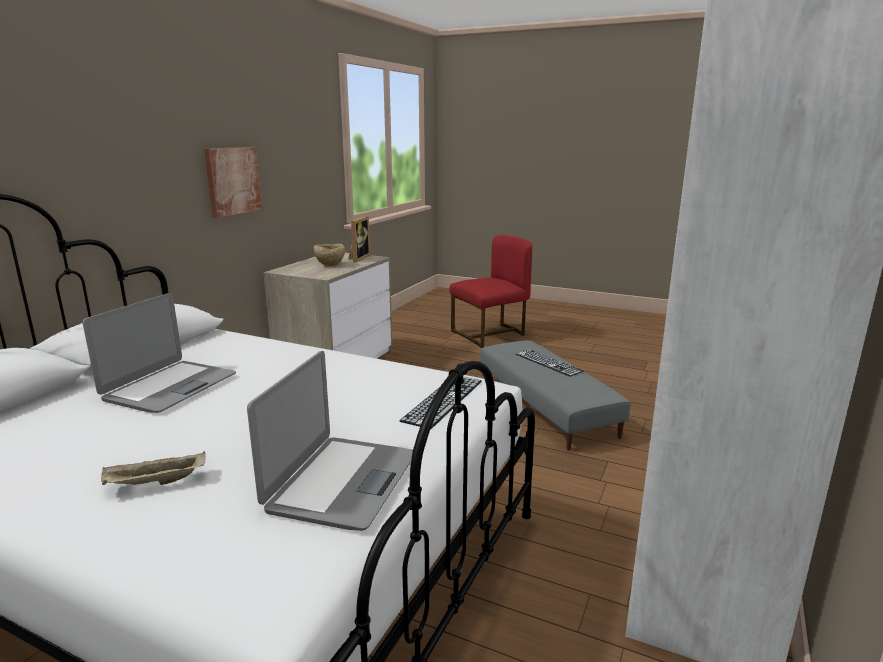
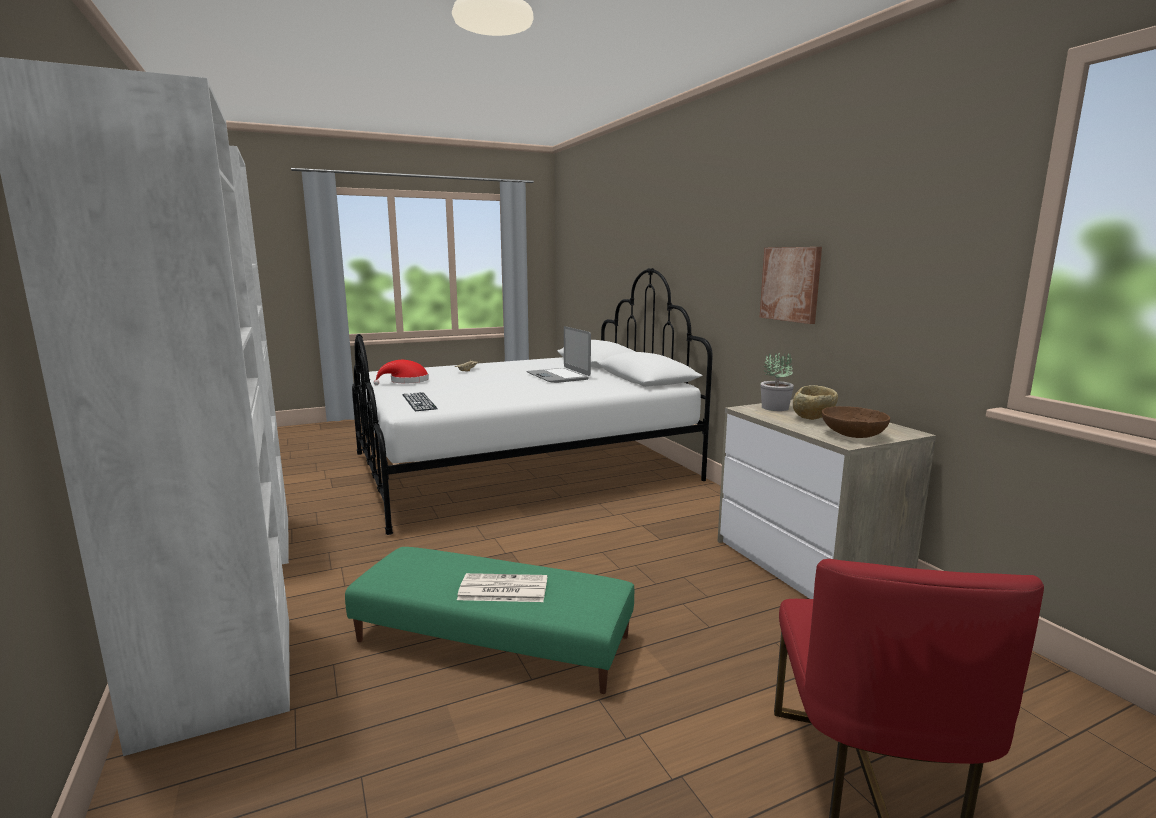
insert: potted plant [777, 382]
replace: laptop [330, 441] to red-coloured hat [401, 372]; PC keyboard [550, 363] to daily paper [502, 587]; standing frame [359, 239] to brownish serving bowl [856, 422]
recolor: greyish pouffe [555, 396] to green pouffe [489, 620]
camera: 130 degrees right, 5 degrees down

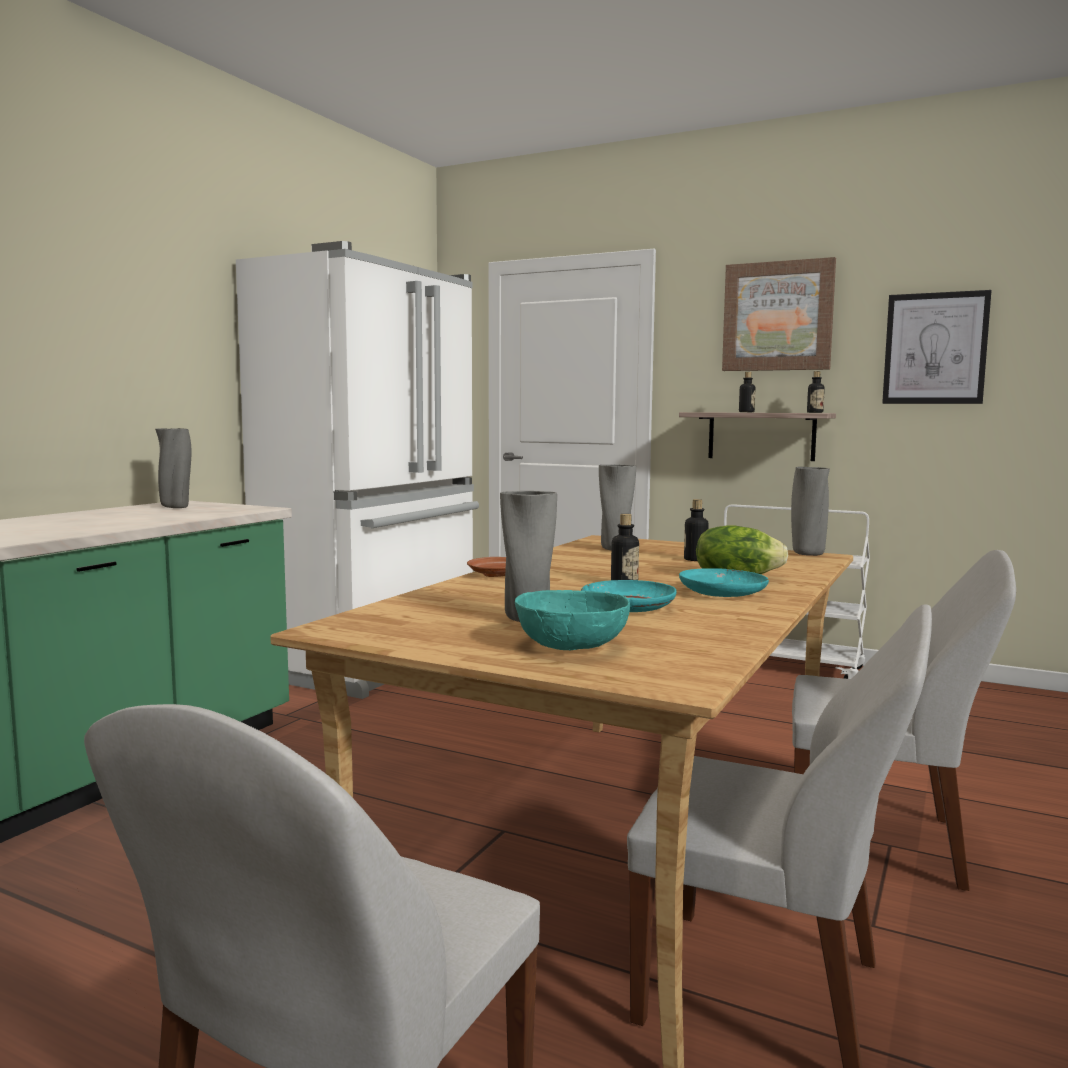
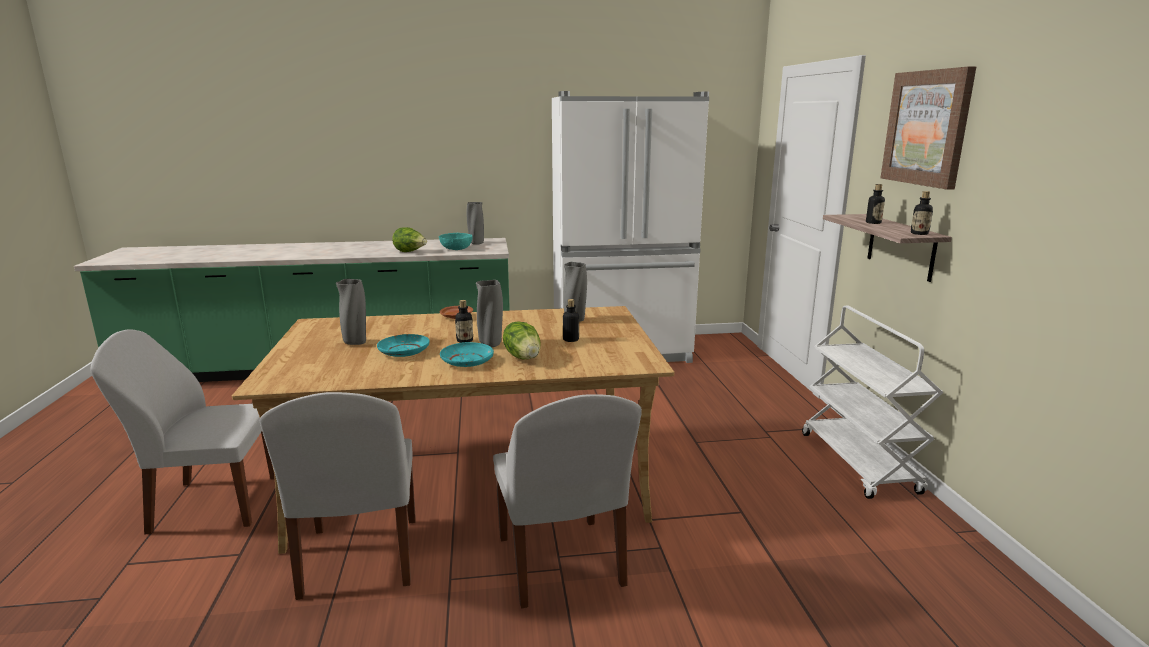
delete: wall picture [936, 347]
insert: lettuce head [409, 239]
move: turquoise-coloured serving bowl [572, 620] to [456, 241]; greyish vase [810, 511] to [489, 313]
camera: 55 degrees right, 10 degrees up

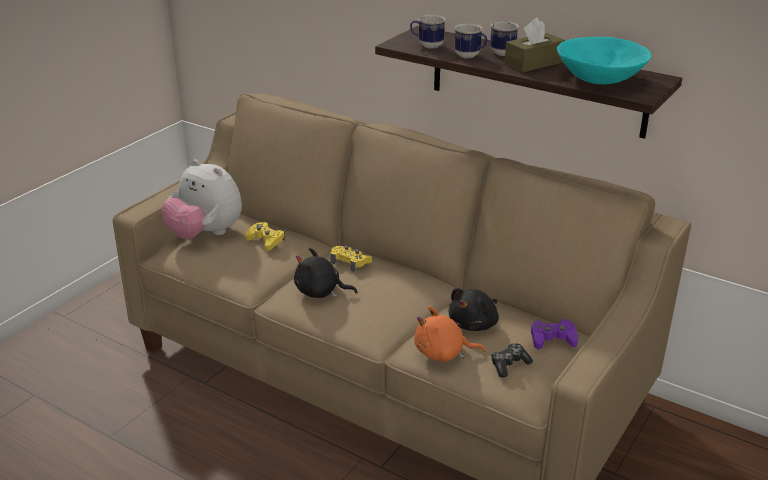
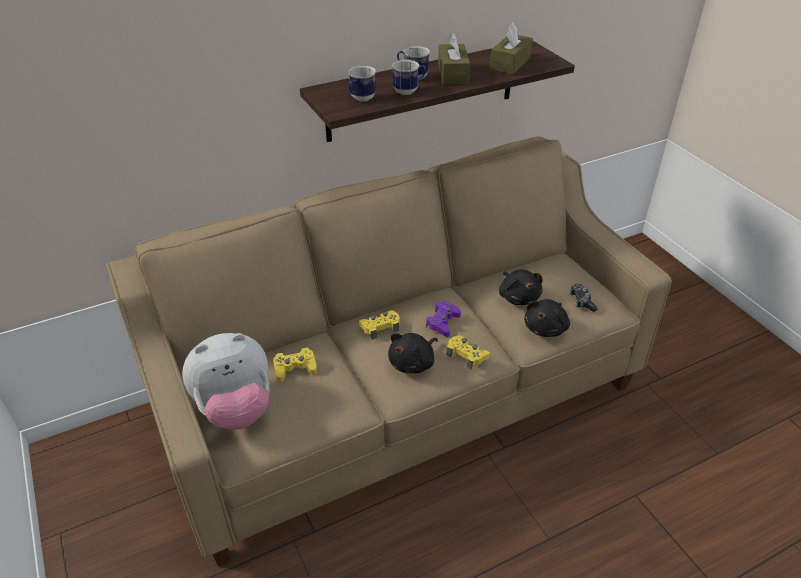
insert: yellowish joypad [468, 352]
move: purple joypad [554, 334] to [443, 319]
replace: turquoise-coloured serving bowl [604, 60] to brownish tissue box [511, 48]
recolor: orange-coloured cuddly toy [449, 333] to blackish cuddly toy [547, 318]
camera: 60 degrees left, 10 degrees up

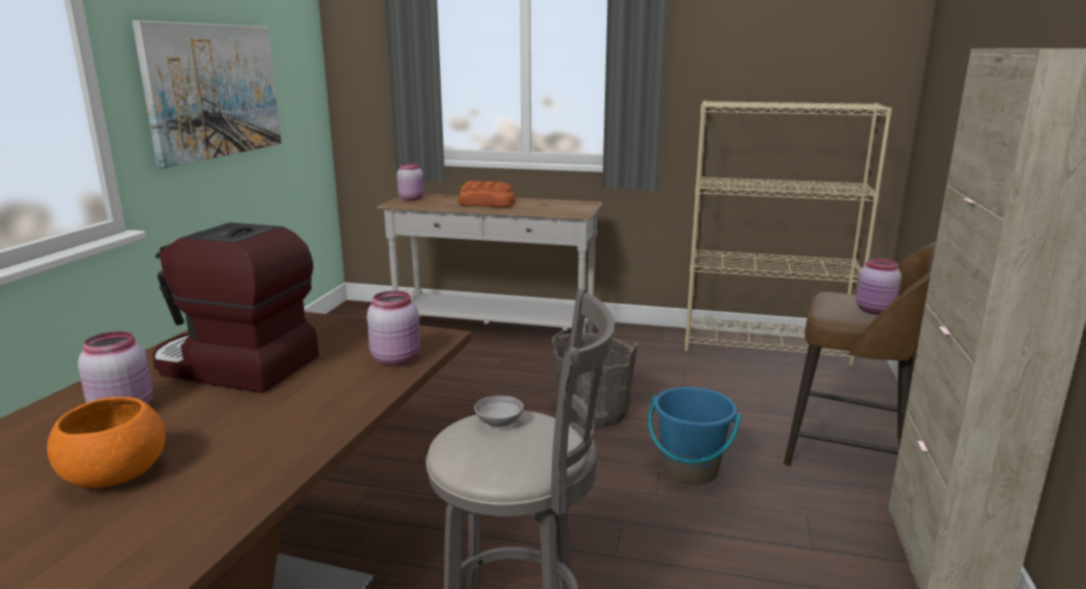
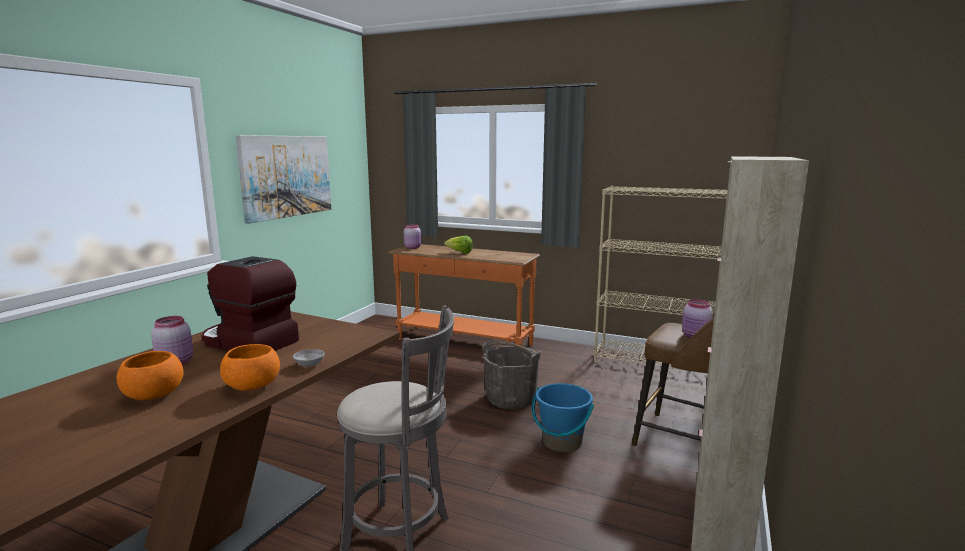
delete: pink-coloured jar [393, 328]
insert: orange-coloured serving bowl [250, 367]
move: greyish serving bowl [499, 411] to [308, 358]
replace: baked bread [487, 194] to lettuce head [458, 244]
recolor: white narrow table [490, 265] to orange-coloured narrow table [464, 295]
camera: 10 degrees right, 5 degrees down

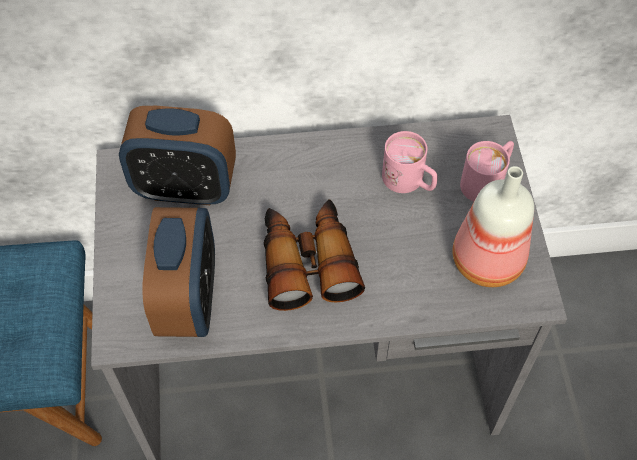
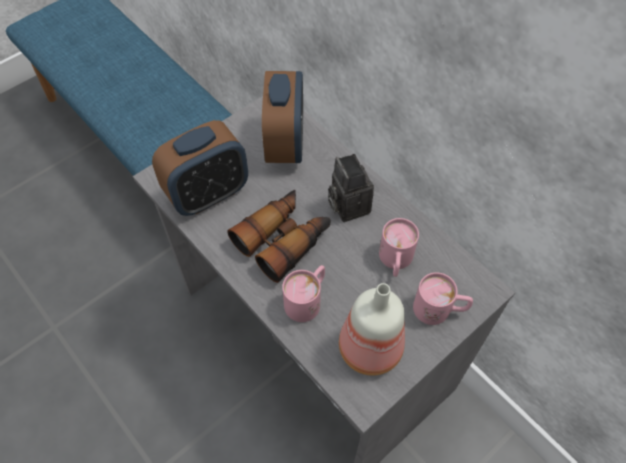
insert: pink-coloured tea mug [303, 293]; photo camera [351, 188]
rotate: bedside clock [177, 155] = [282, 117] 150 degrees counterclockwise
camera: 55 degrees right, 0 degrees up

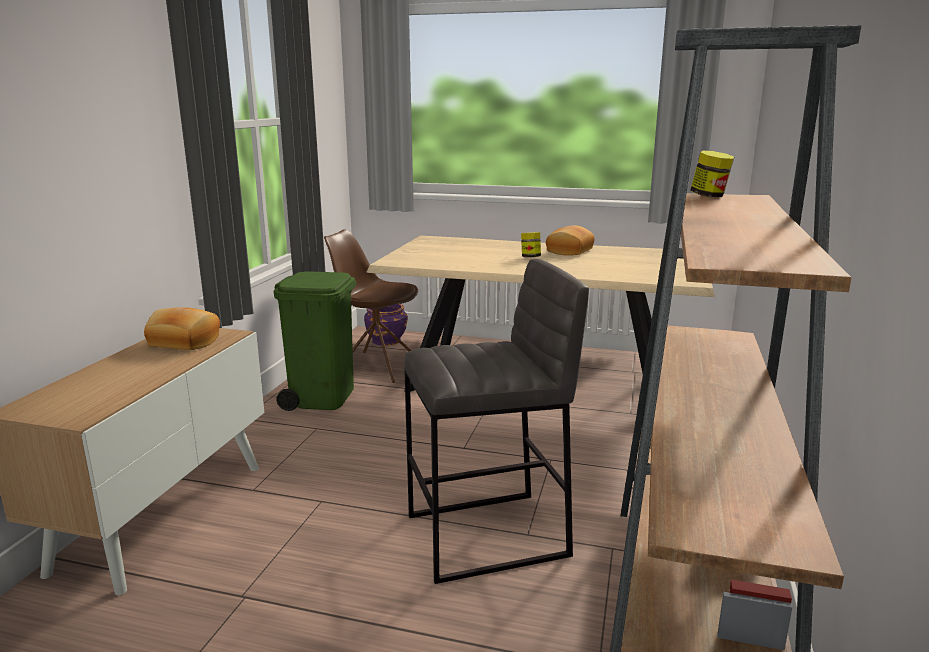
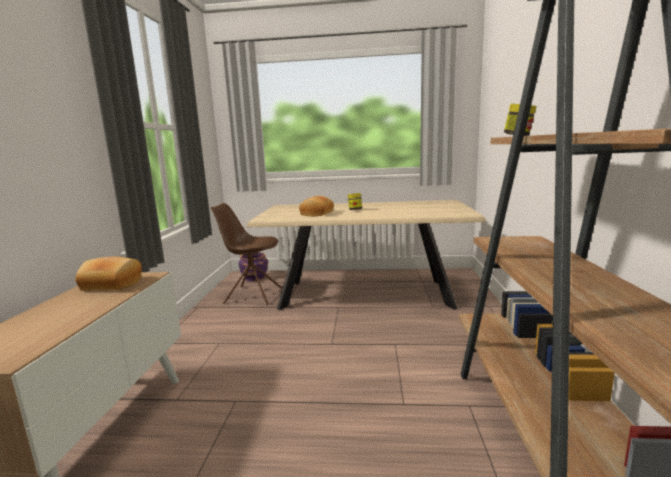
delete: green waste bin [315, 341]; greyish stool seat [496, 421]
move: baked bread [570, 241] to [316, 206]
camera: 10 degrees left, 5 degrees down

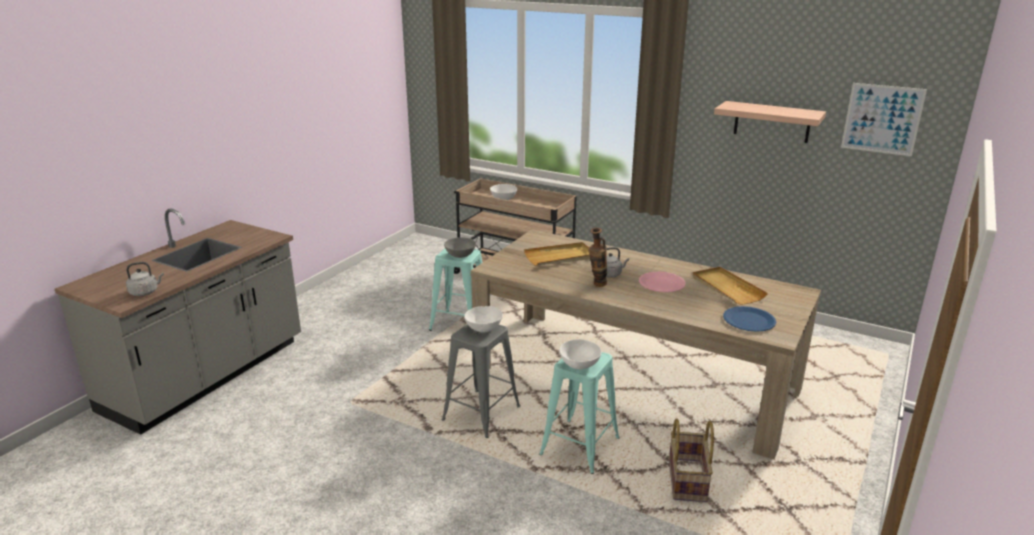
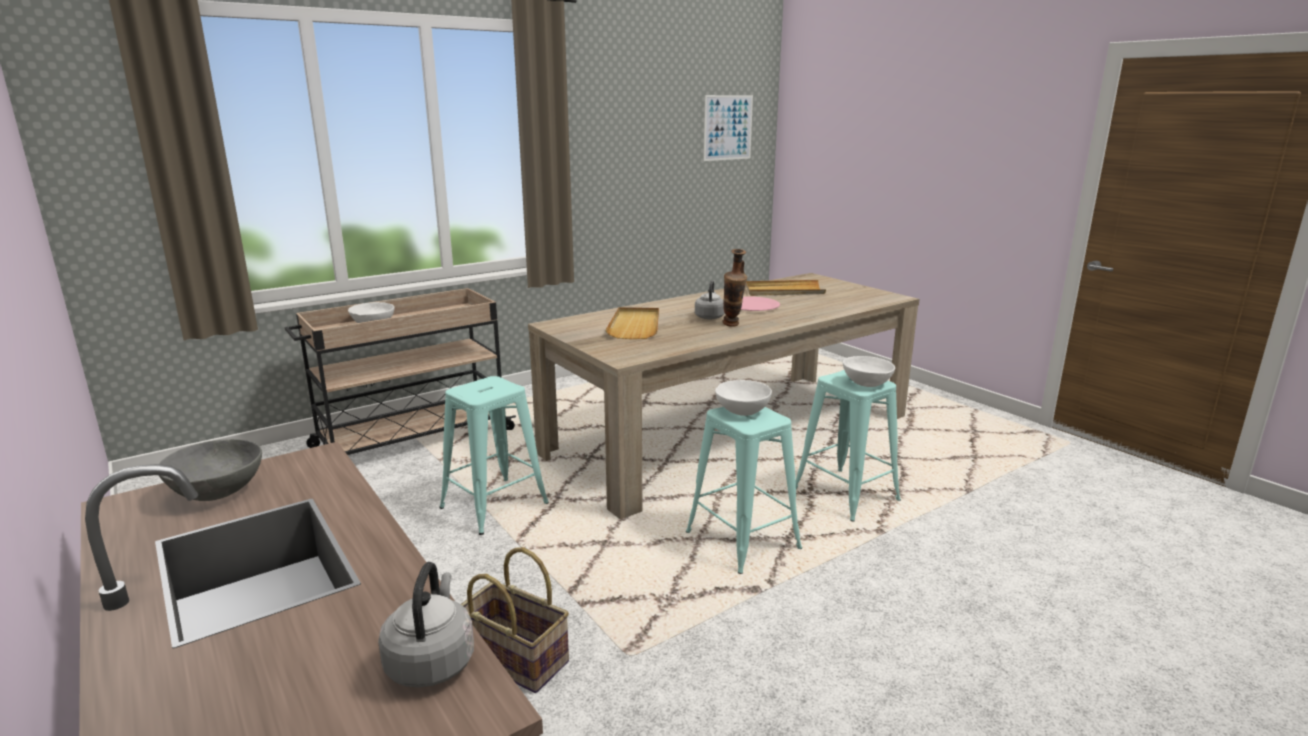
delete: wall shelf [770, 122]; bluish plate [749, 319]
move: greyish serving bowl [460, 247] to [210, 470]; basket [691, 460] to [515, 620]
recolor: greyish stool seat [481, 381] to turquoise-coloured stool seat [744, 490]
camera: 65 degrees left, 5 degrees down

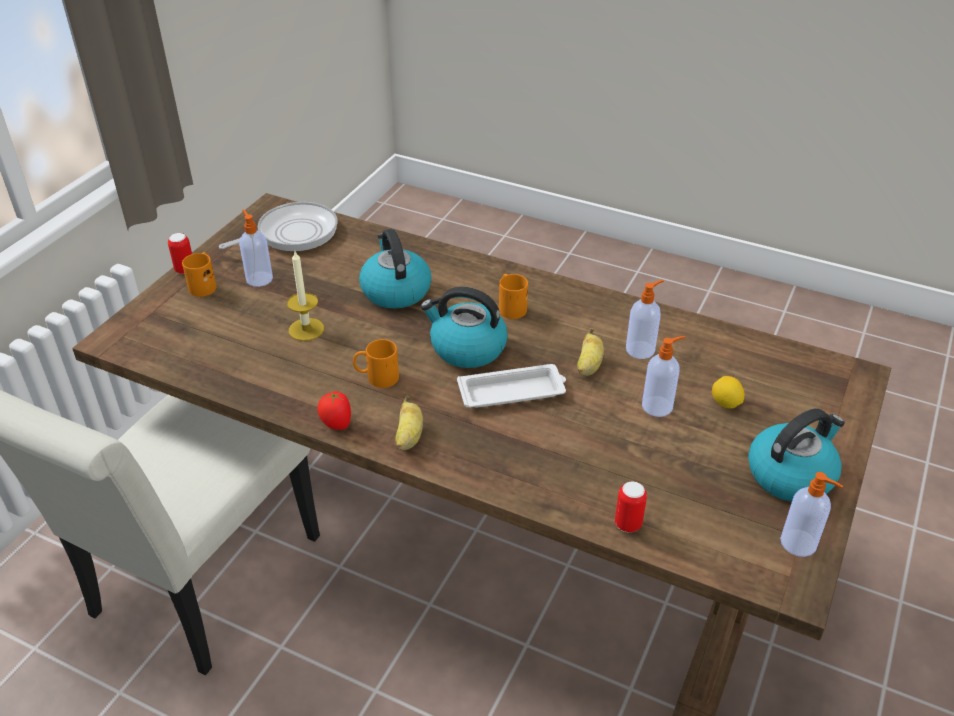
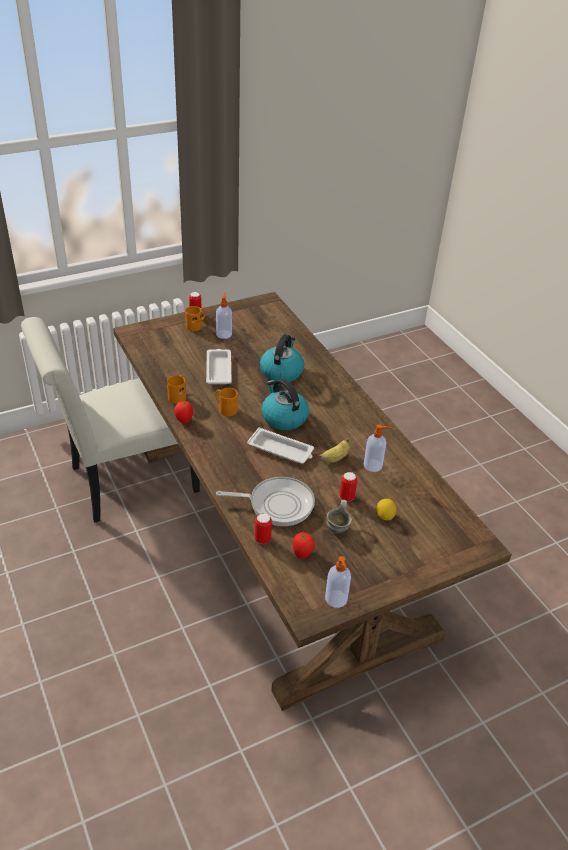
delete: banana fruit [409, 423]; water kettle [796, 455]
insert: tomato [304, 545]; greyish tea mug [339, 517]
move: orange-coloured tea mug [513, 296] to [176, 389]; pan [278, 226] to [265, 501]
replace: candle [305, 296] to white serving tray [219, 366]; liquid soap bottle [663, 376] to metal can [348, 486]
camera: 35 degrees right, 0 degrees up

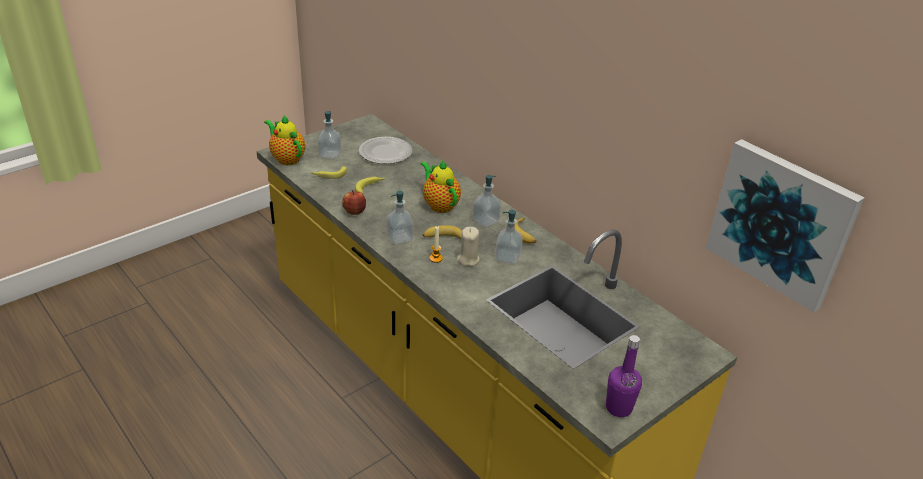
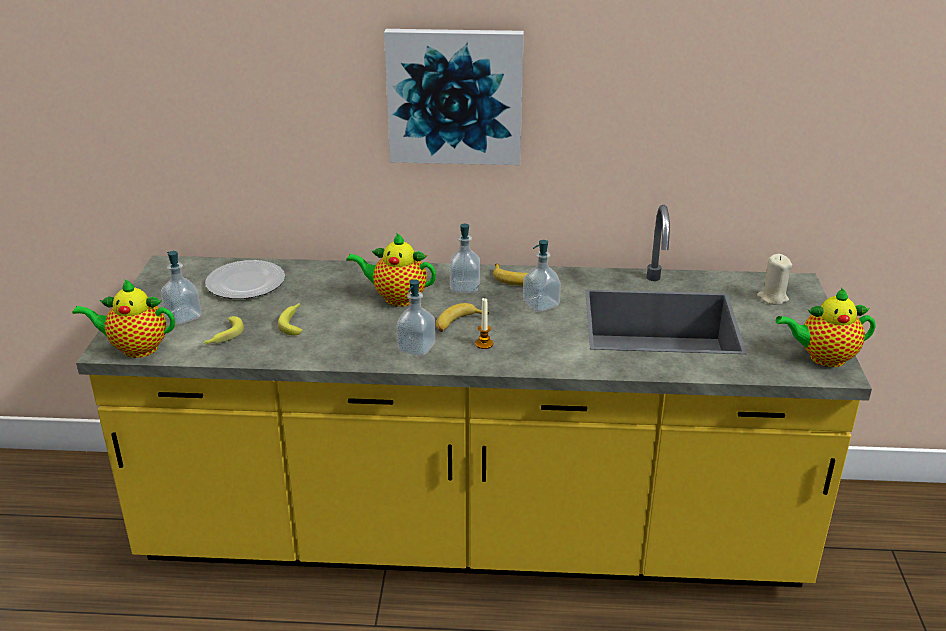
delete: apple [354, 202]
move: wall picture [784, 225] to [454, 97]; beige-coloured candle [468, 246] to [774, 279]
replace: purple bottle [624, 376] to pot for tea [826, 327]
camera: 45 degrees left, 5 degrees down

